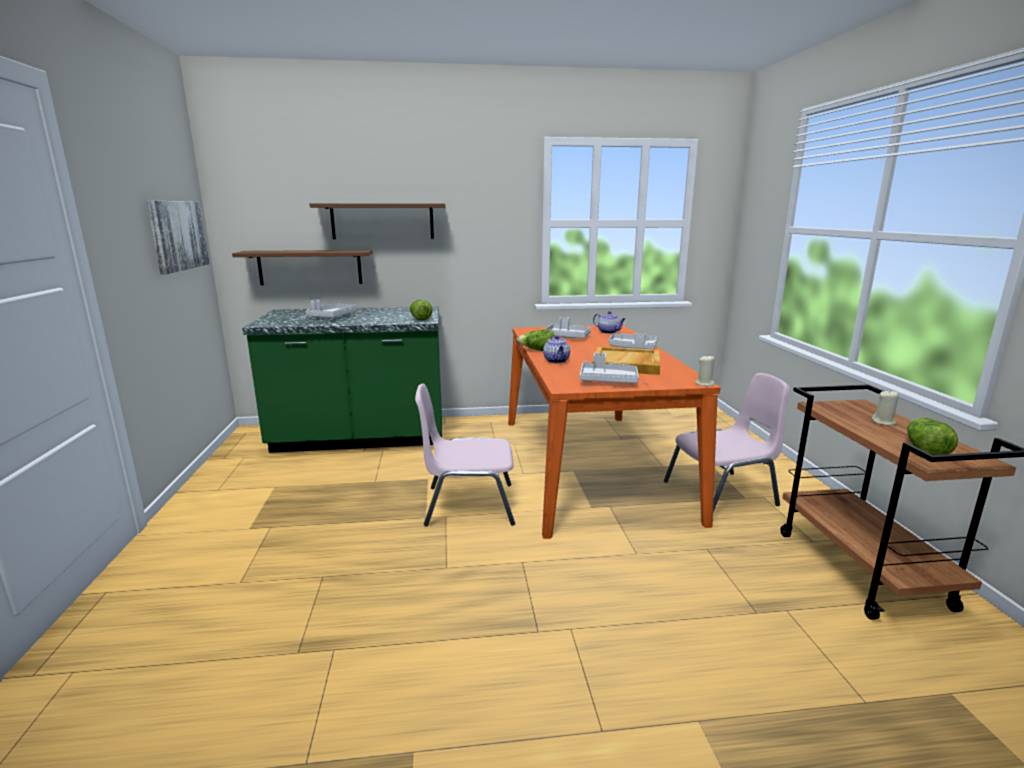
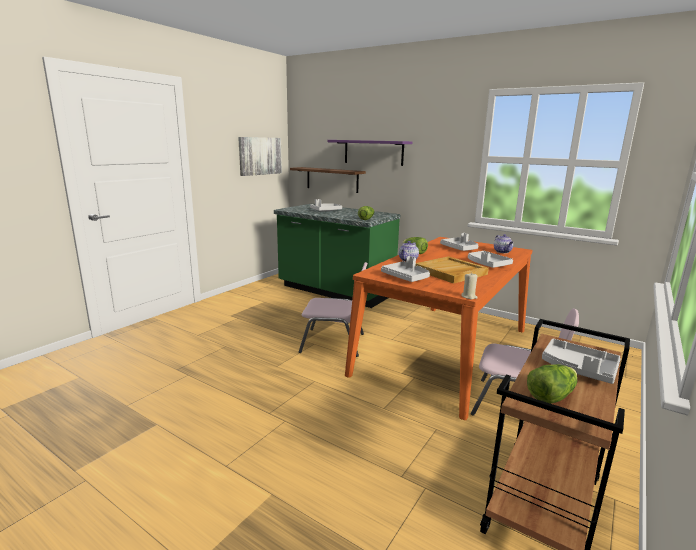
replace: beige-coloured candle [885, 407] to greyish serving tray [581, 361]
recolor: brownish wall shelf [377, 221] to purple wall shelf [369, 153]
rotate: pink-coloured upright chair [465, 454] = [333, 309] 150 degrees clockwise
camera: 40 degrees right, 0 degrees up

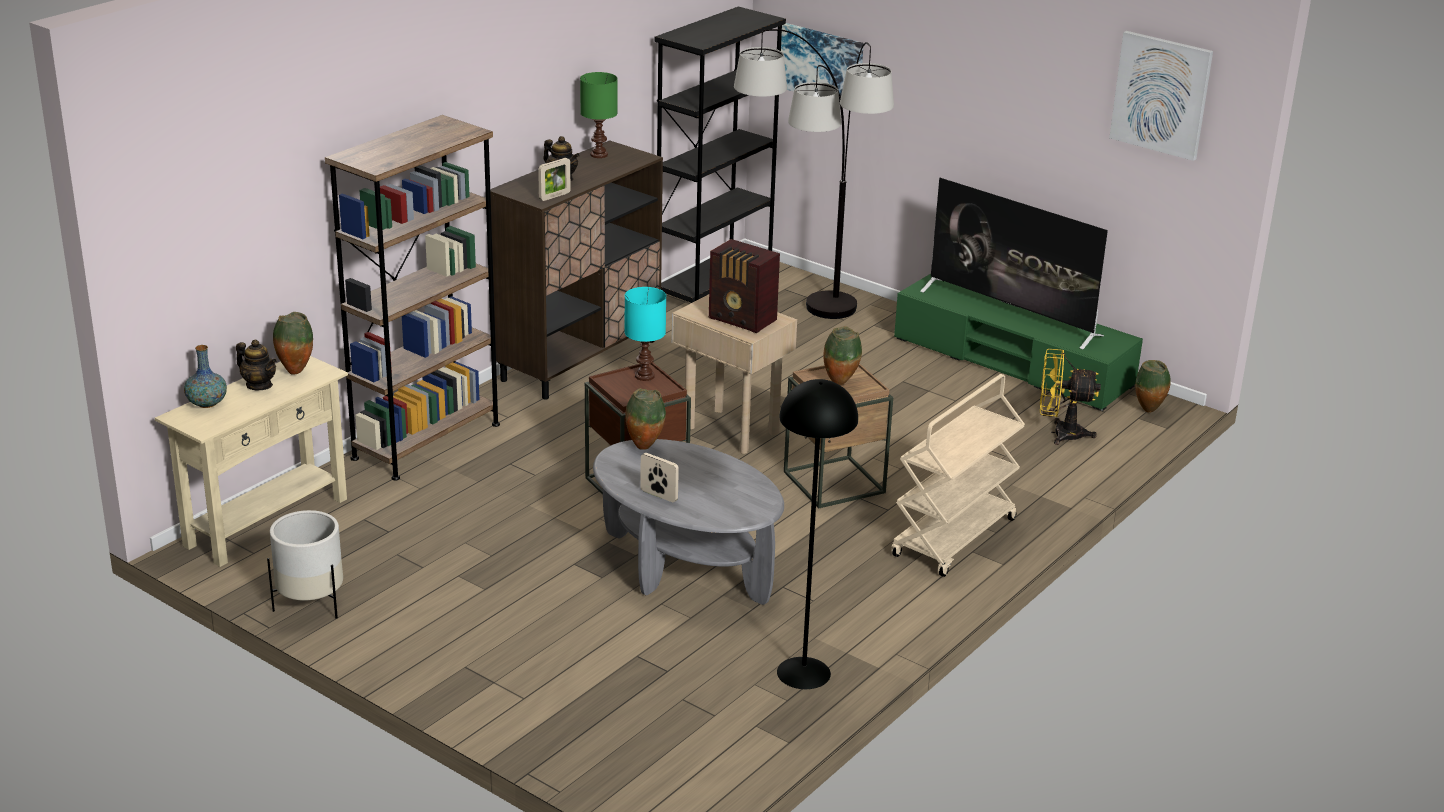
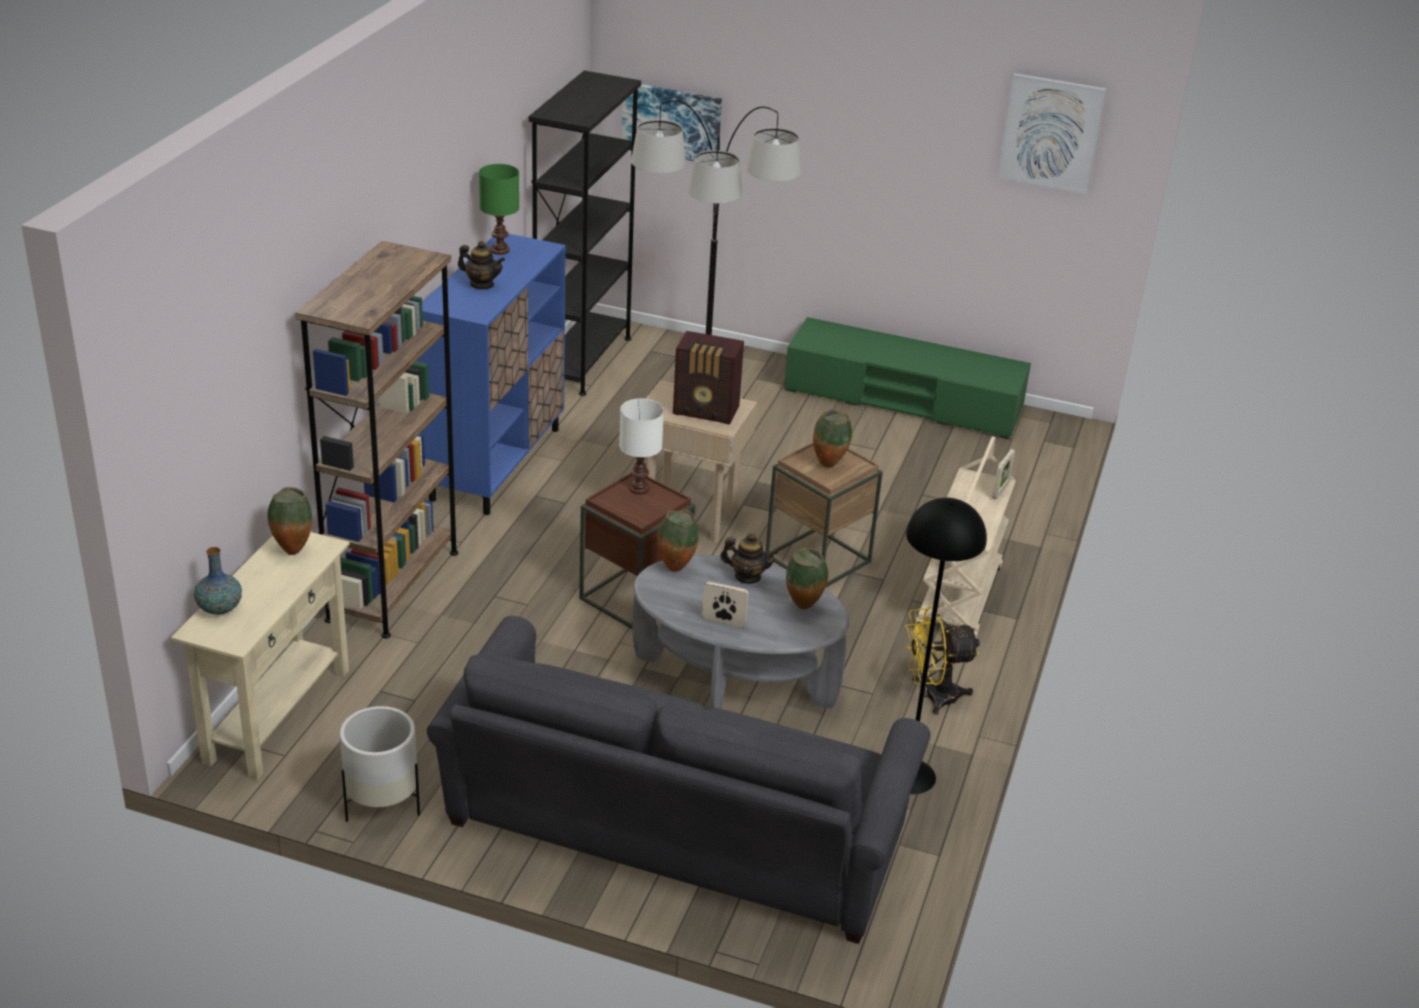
delete: TV set [1014, 263]
insert: greyish couch [679, 780]
move: pot for tea [256, 364] to [749, 558]; vase [1153, 386] to [807, 579]; yellowish fan [1070, 397] to [942, 660]; standing frame [554, 179] to [1003, 474]
recolor: brownish cabinet [576, 270] to bluish cabinet [491, 374]; turquoise-coloured lamp for a table [645, 334] to white lamp for a table [641, 446]
camera: 20 degrees left, 5 degrees up

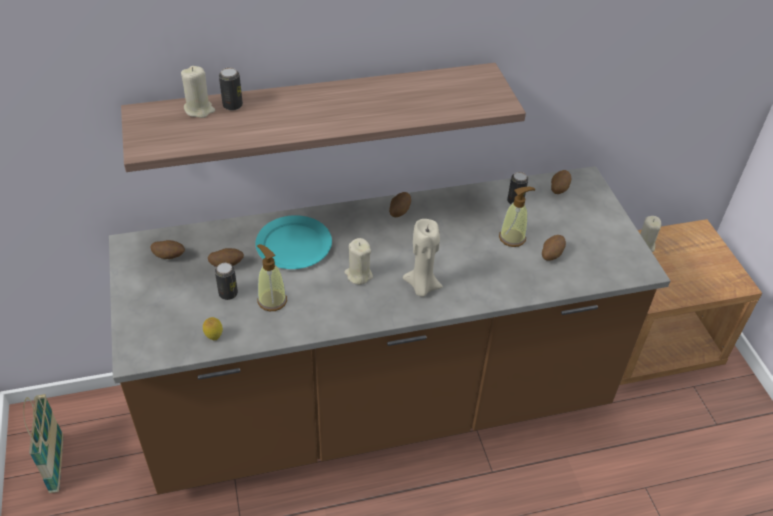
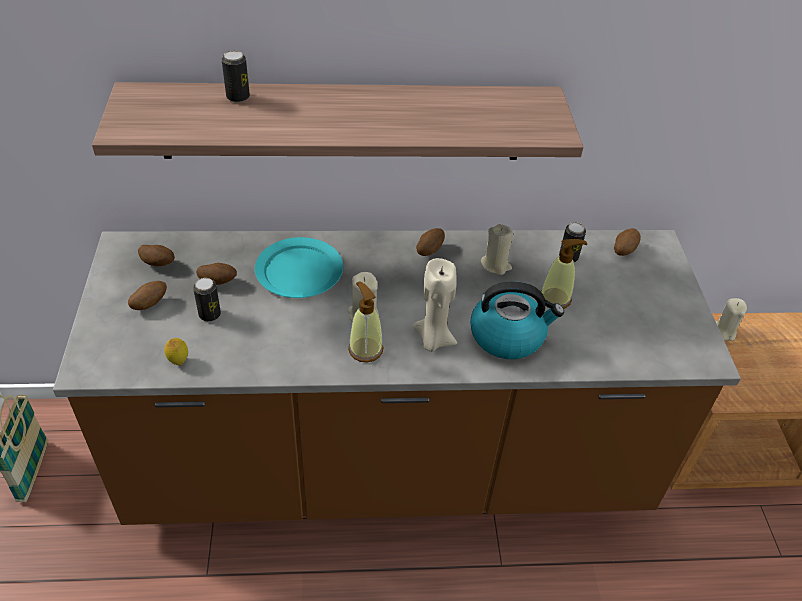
insert: water kettle [517, 320]
move: spud [554, 248] to [147, 295]; liquid soap bottle [272, 277] to [365, 322]; beige-coloured candle [198, 92] to [497, 249]
camera: 10 degrees right, 0 degrees up

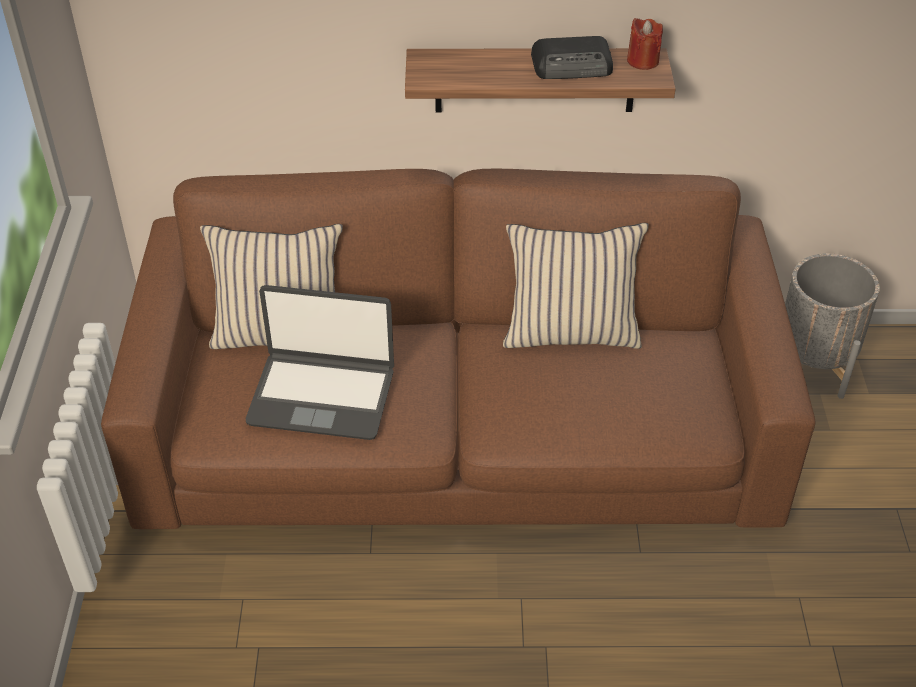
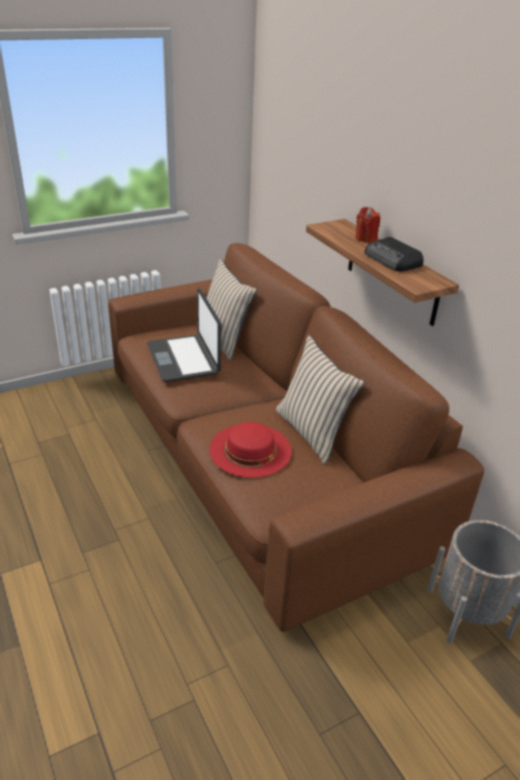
insert: red-coloured hat [250, 450]
move: red-coloured candle [645, 44] to [367, 225]
camera: 60 degrees right, 10 degrees down

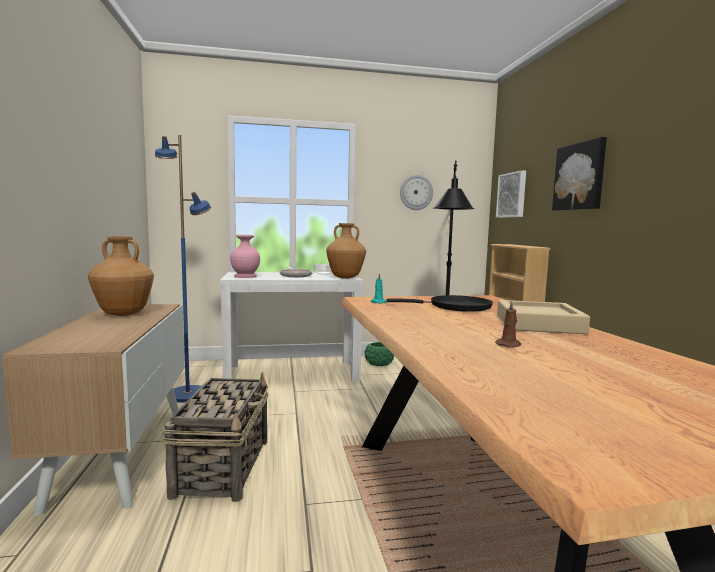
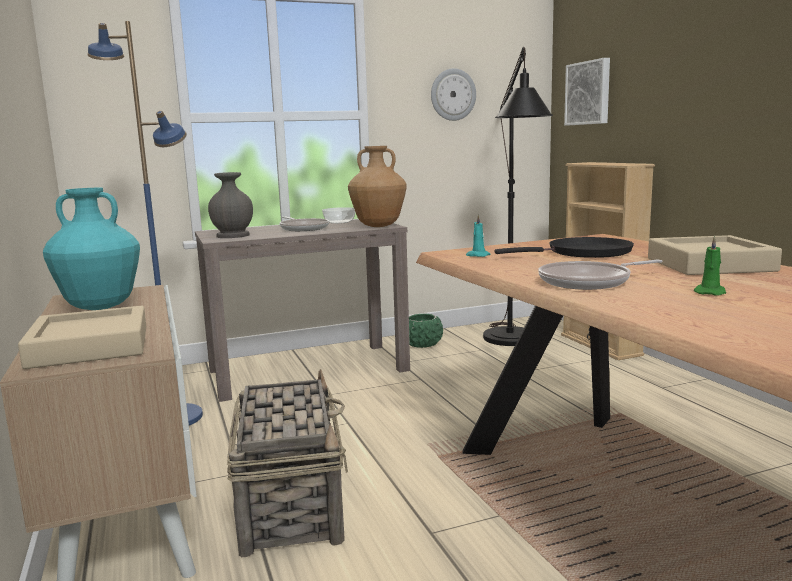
delete: wall picture [579, 174]
insert: beige-coloured serving tray [82, 337]; pan [600, 275]
recolor: brownish vase [121, 276] to turquoise-coloured vase [91, 249]; white narrow table [291, 327] to brownish narrow table [302, 310]; pink-coloured vase [245, 256] to greyish vase [230, 205]; brownish candle [508, 324] to green candle [710, 266]
camera: 10 degrees left, 5 degrees up

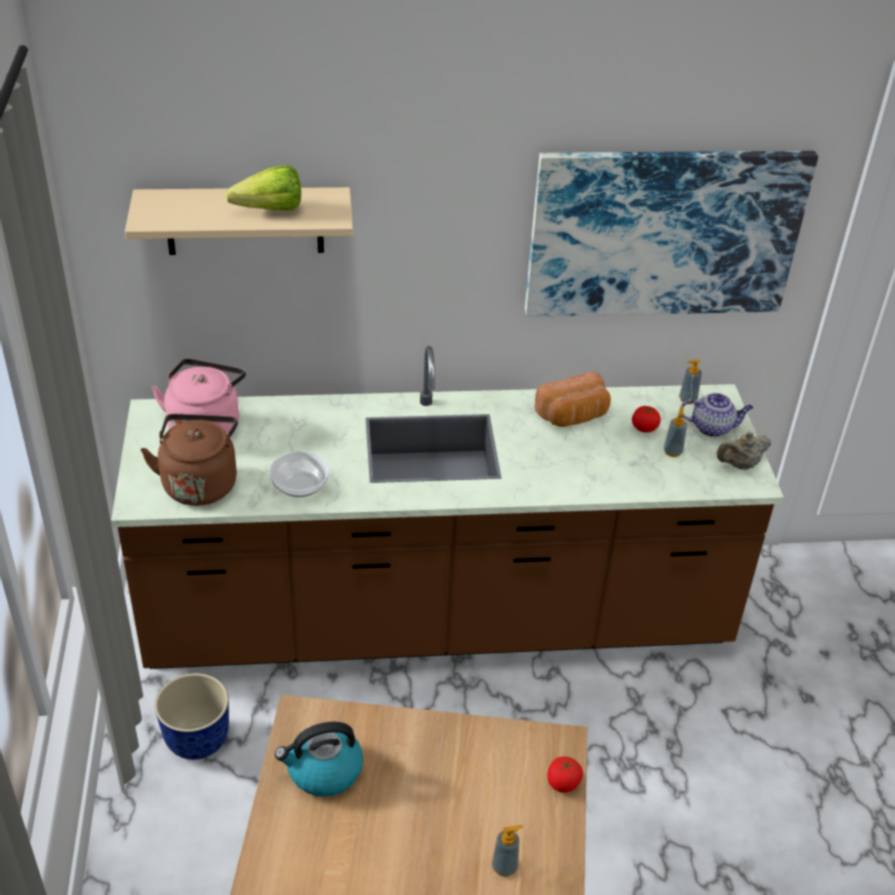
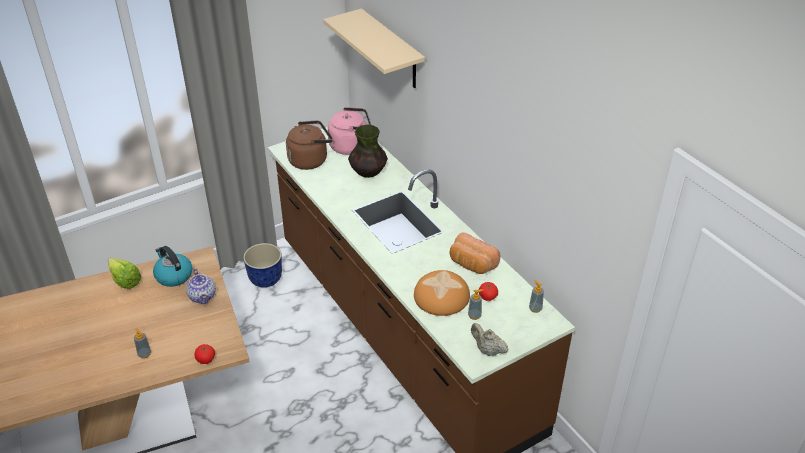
delete: serving bowl [299, 474]; wall picture [671, 234]
insert: vase [368, 151]; baked bread [442, 293]
move: lettuce head [263, 187] to [125, 273]; pot for tea [716, 415] to [201, 286]
camera: 65 degrees right, 0 degrees up

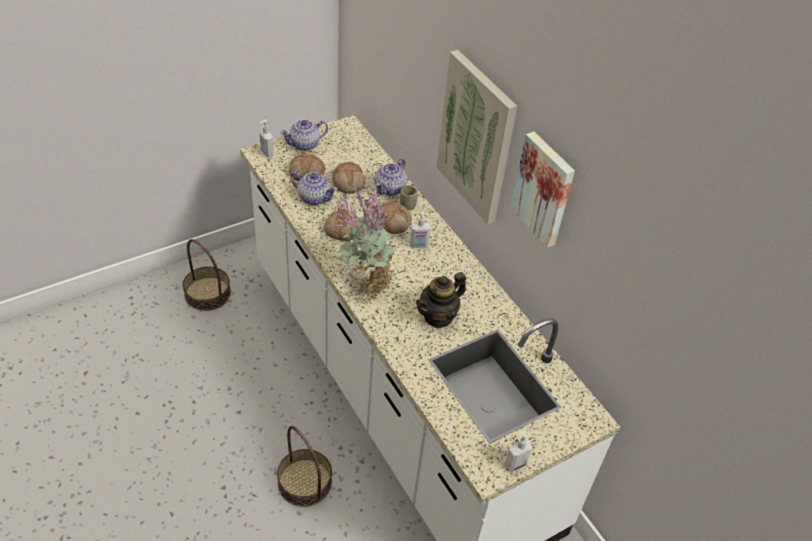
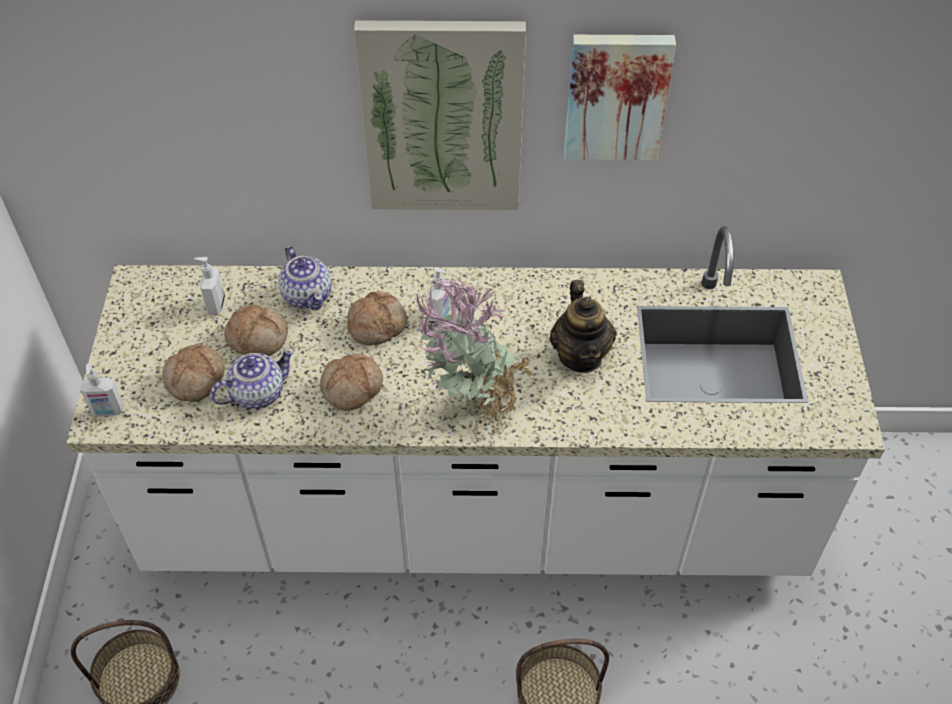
delete: pot for tea [304, 135]; small cup [409, 197]
move: liquid soap bottle [518, 450] to [209, 286]
camera: 55 degrees left, 5 degrees up

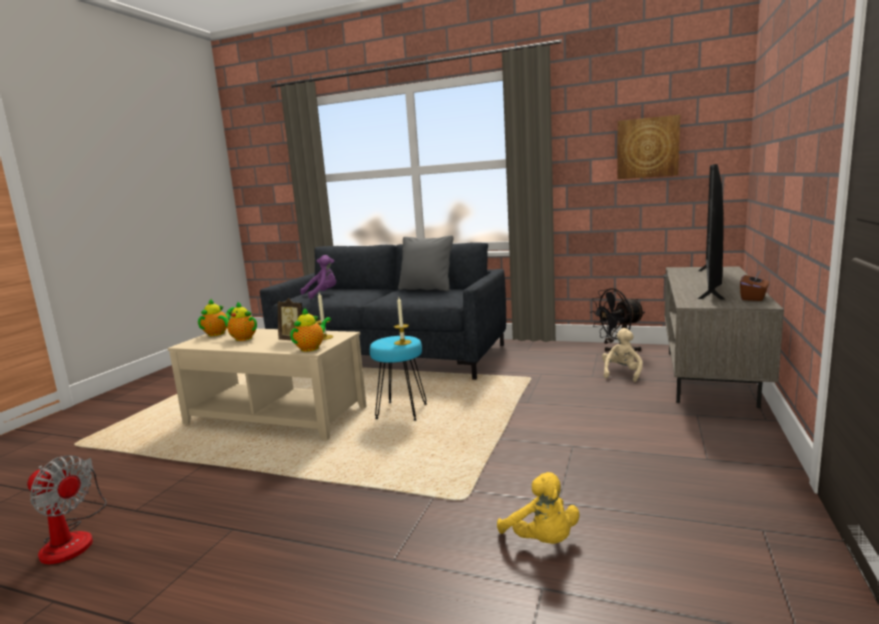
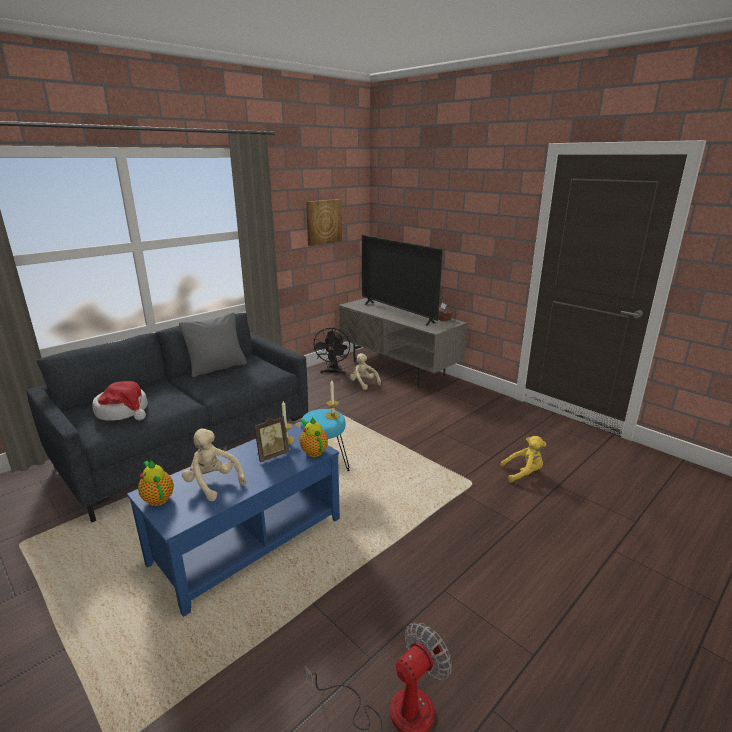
replace: purple cuddly toy [318, 277] to hat [120, 401]; pot for tea [237, 321] to beige-coloured cuddly toy [213, 465]
recolor: beige-coloured coffee table [267, 384] to bluish coffee table [233, 520]
camera: 65 degrees left, 10 degrees up

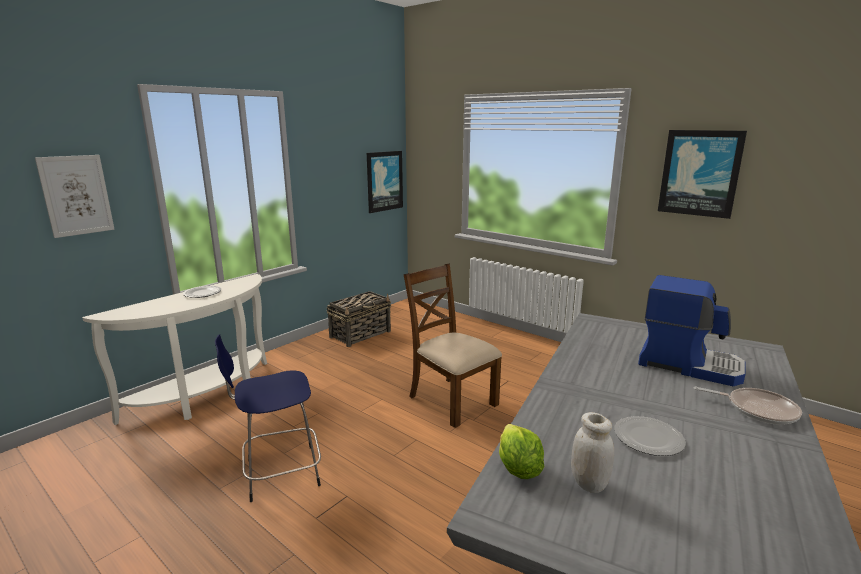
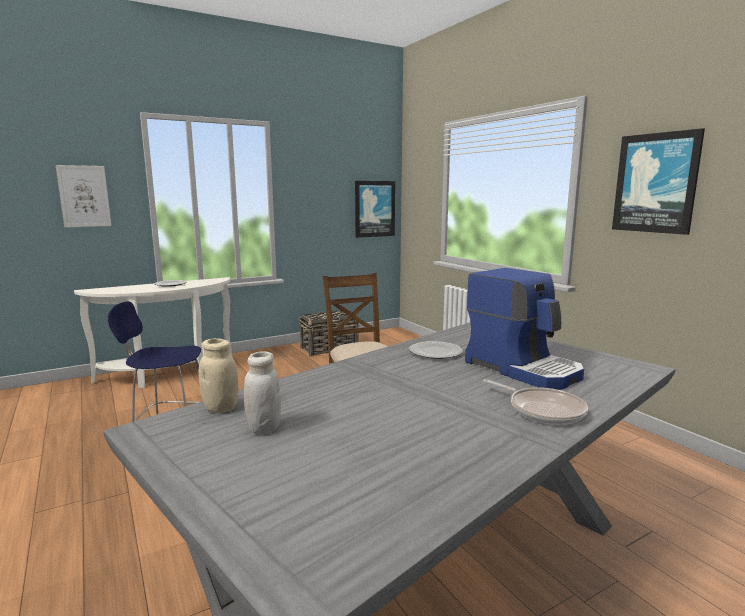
move: plate [650, 436] to [435, 350]
replace: lettuce head [521, 451] to beige-coloured jar [219, 375]
camera: 20 degrees right, 5 degrees down

